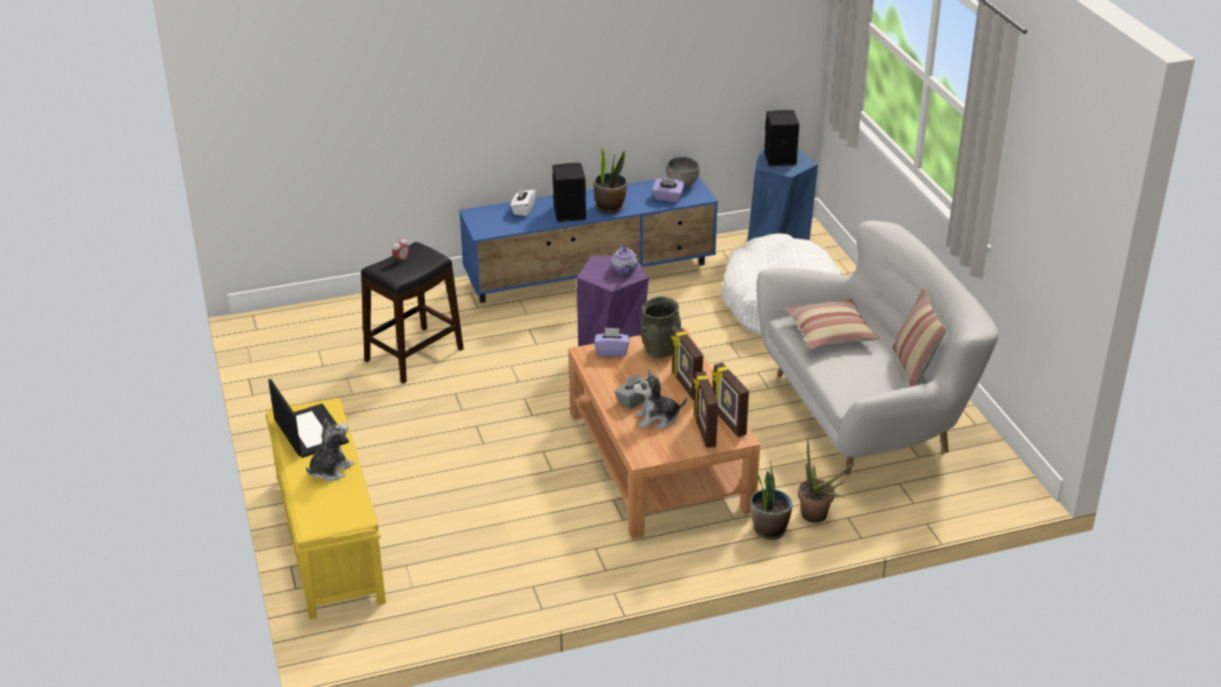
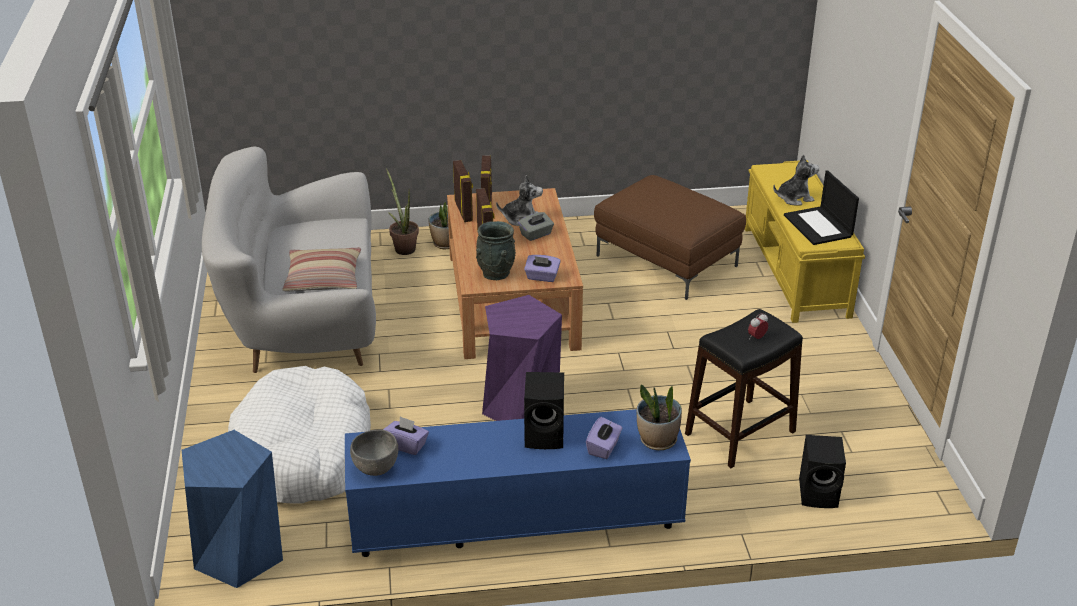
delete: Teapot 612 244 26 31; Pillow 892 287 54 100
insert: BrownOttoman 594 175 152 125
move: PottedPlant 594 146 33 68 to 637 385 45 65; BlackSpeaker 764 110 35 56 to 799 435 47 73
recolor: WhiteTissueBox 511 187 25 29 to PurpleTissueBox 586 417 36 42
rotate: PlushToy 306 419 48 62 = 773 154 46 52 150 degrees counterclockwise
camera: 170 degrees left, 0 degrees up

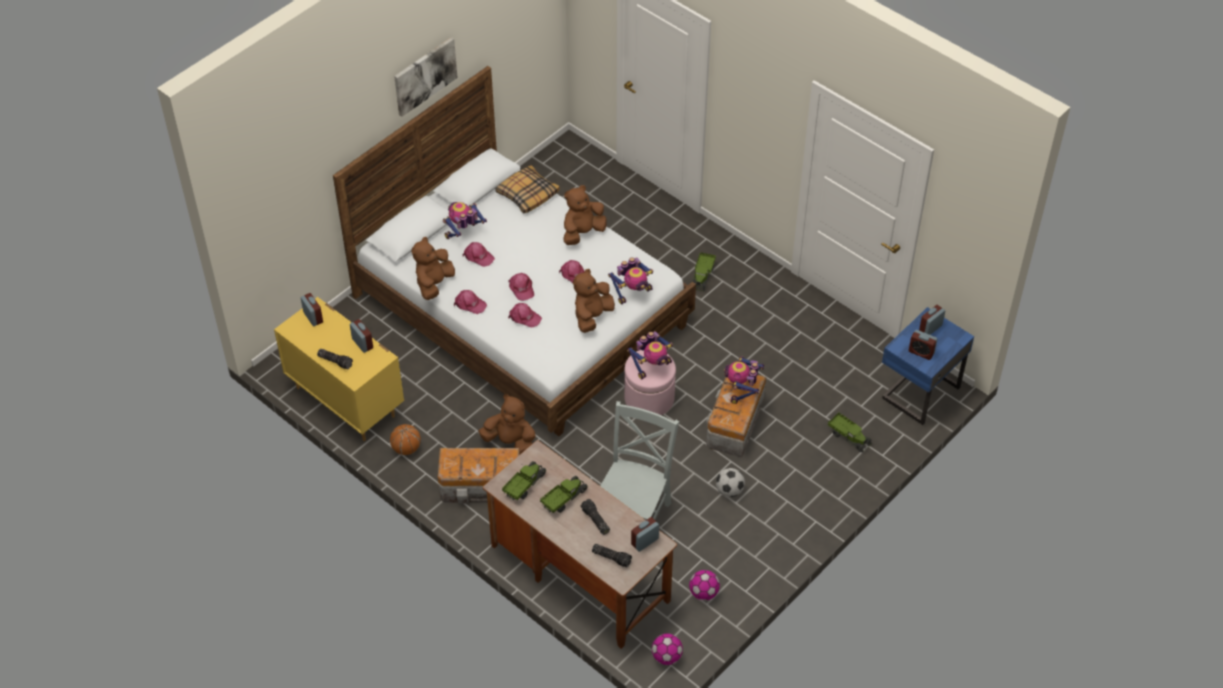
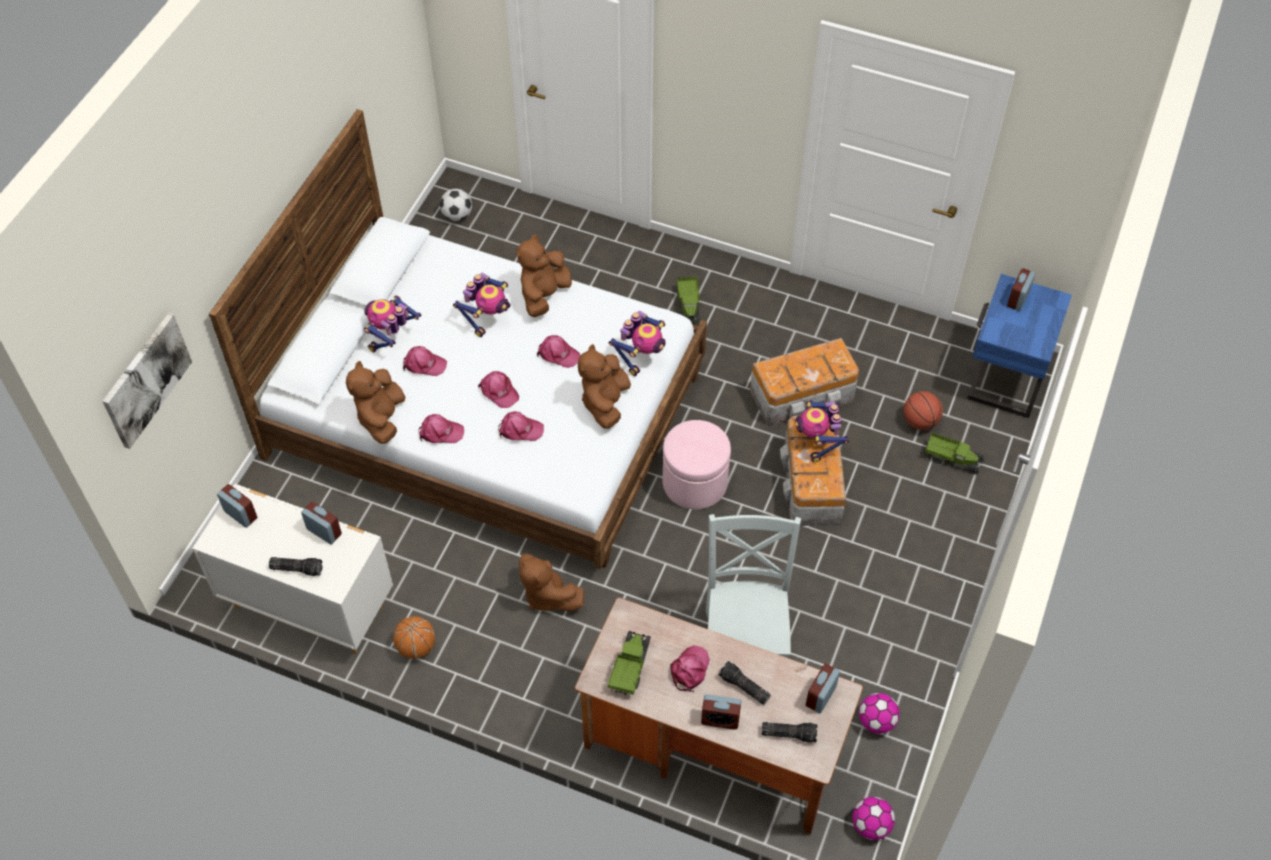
delete: Pillow 495 165 65 49
insert: Basketball 903 391 40 39
move: Picture 394 37 64 80 to 103 313 89 136; Football 716 468 29 29 to 440 189 32 32; ToyRobot 627 331 46 48 to 453 273 58 64; AlarmClock 909 330 28 30 to 701 694 40 36; StorageBox 438 448 82 56 to 750 338 109 88
replace: ToyTruck 540 476 48 37 to PinkCap 670 645 40 47
recolor: YellowDresser 274 297 130 144 to WhiteDresser 192 484 201 170
rotate: BrownPlushToy 478 394 58 60 = 519 553 65 58 135 degrees counterclockwise
camera: 20 degrees left, 5 degrees up

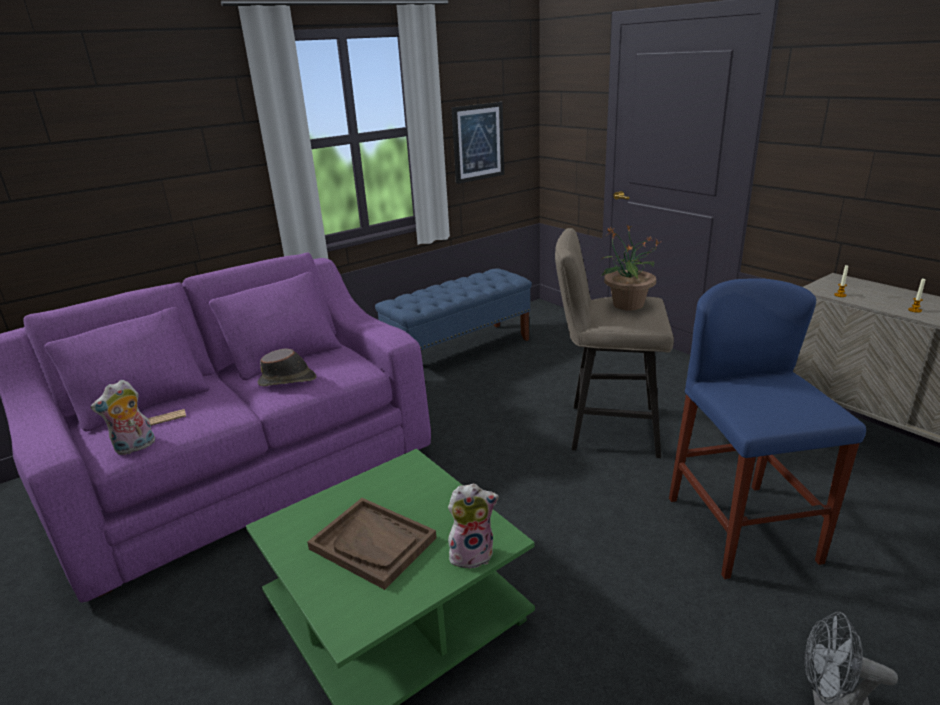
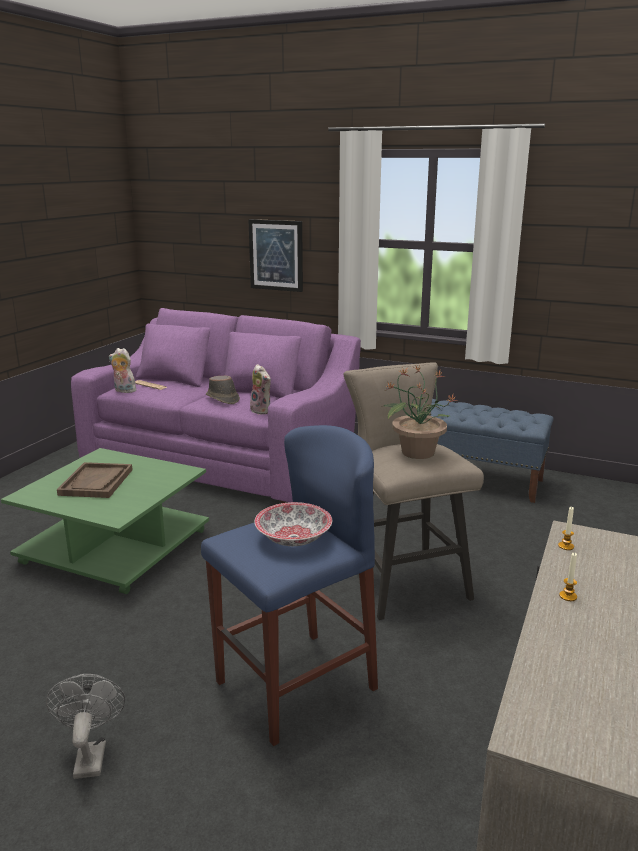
insert: Bowl 254 502 78 44
move: Picture 452 102 52 82 to 248 219 55 73; PlushToy 448 484 51 85 to 250 364 21 51
camera: 60 degrees right, 5 degrees down

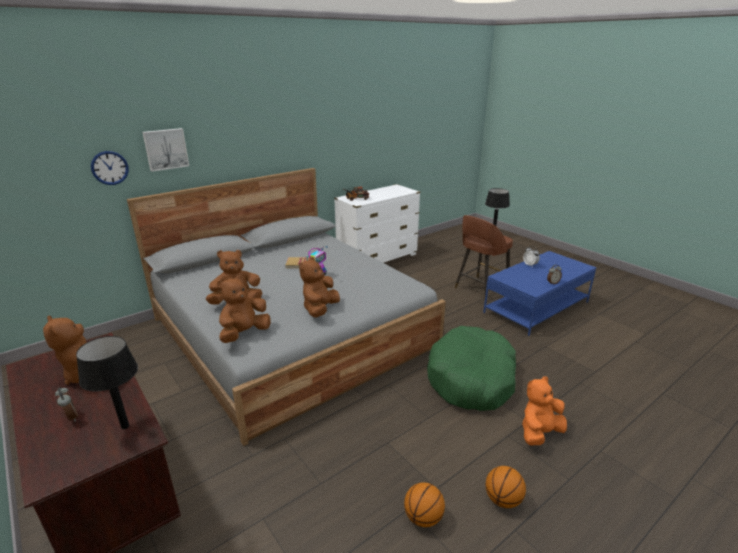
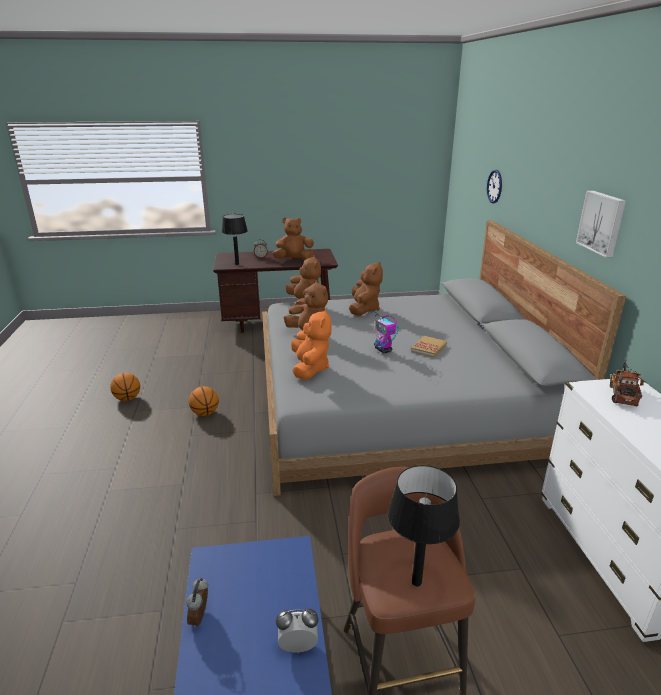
delete: GreenDogBed 427 326 89 85
move: Basketball 485 466 41 42 to 189 386 30 30; OrangePlushToy 522 376 45 69 to 291 308 41 72; Picture 142 128 47 43 to 576 190 50 68
camera: 120 degrees right, 0 degrees up

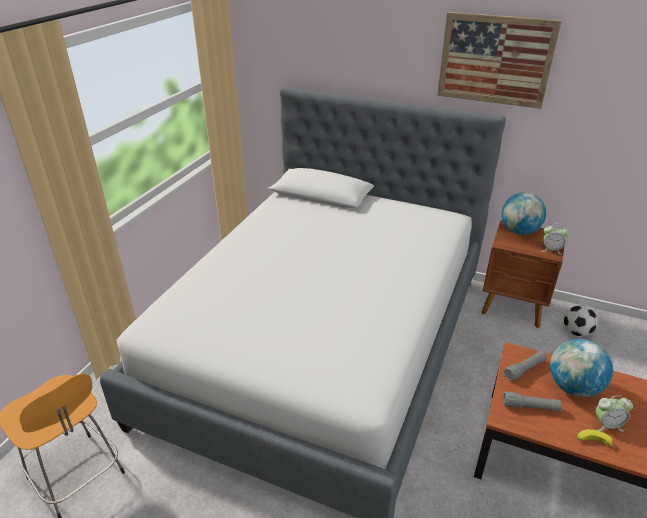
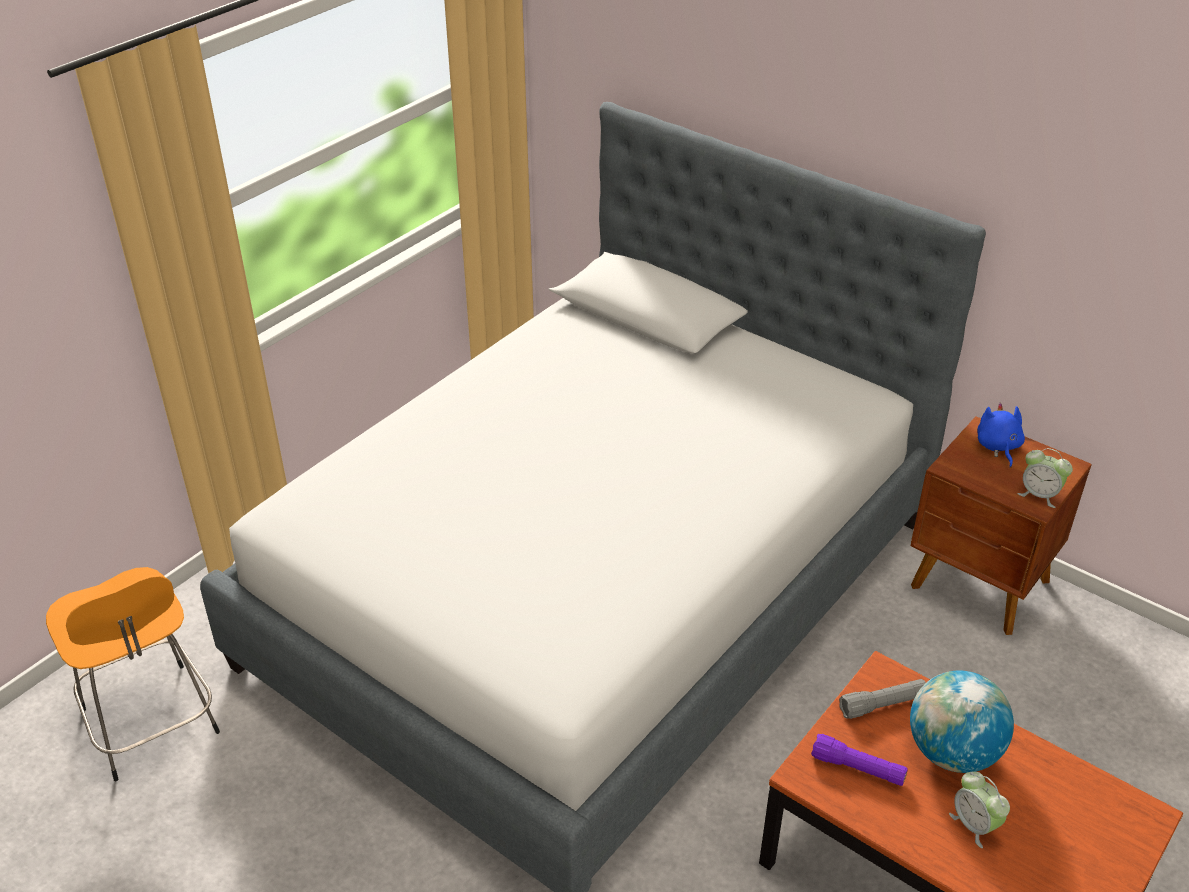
delete: Picture 437 12 125 97; Football 564 305 34 31; Banana 577 429 36 18
replace: Globe 501 192 45 43 to BluePlushToy 977 403 48 65
recolor: GreyFlashlight 503 391 59 21 to PurpleFlashlight 811 734 97 52
rotate: AlarmClock 595 395 38 37 = 949 771 61 77 45 degrees clockwise
camera: 15 degrees right, 5 degrees up

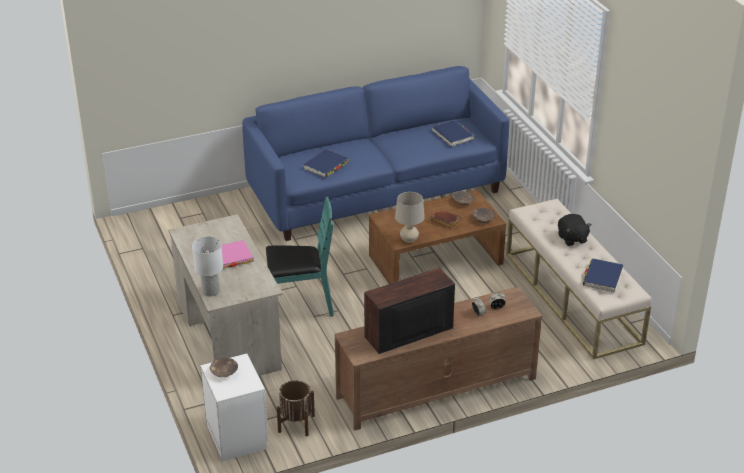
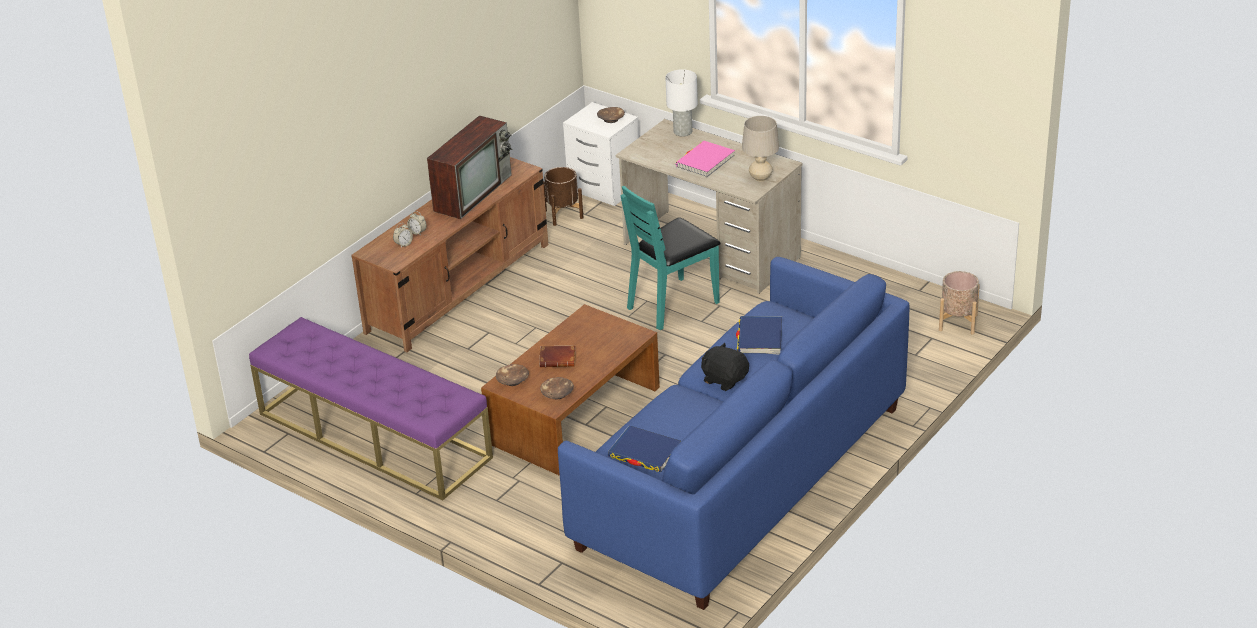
delete: BlueBook 582 258 41 34
insert: BeigePlanter 939 271 41 63
move: BlackPlushToy 558 214 34 32 to 701 343 48 48; BeigeTableLamp 395 192 30 51 to 742 116 37 65
recolor: BeigeBench 506 199 146 160 to PurpleBench 249 317 244 183
camera: 150 degrees right, 0 degrees up

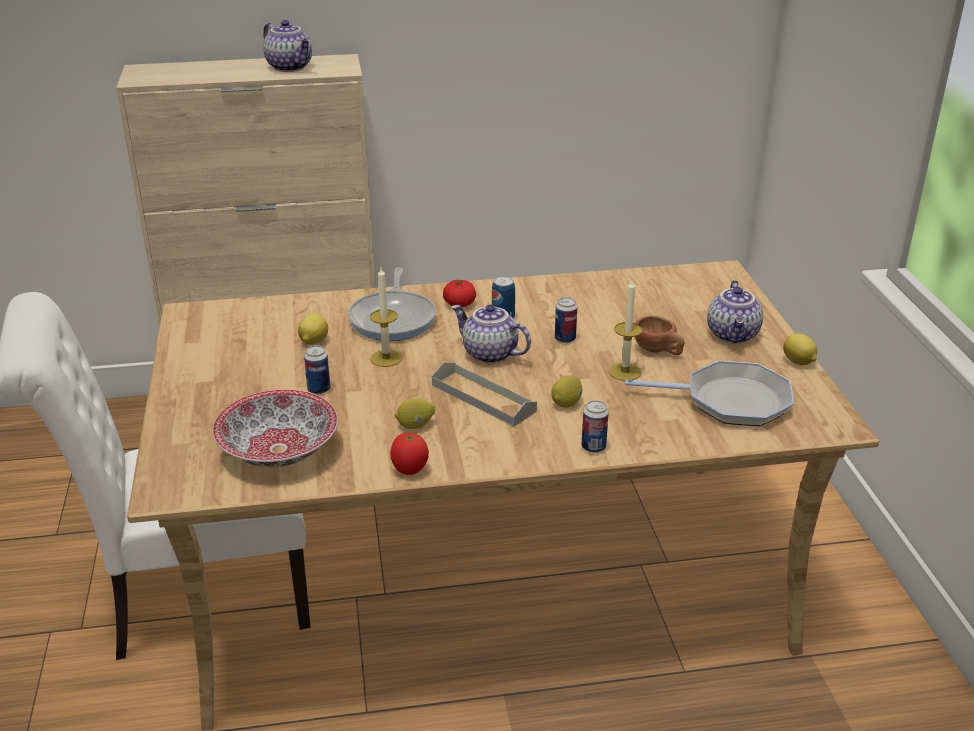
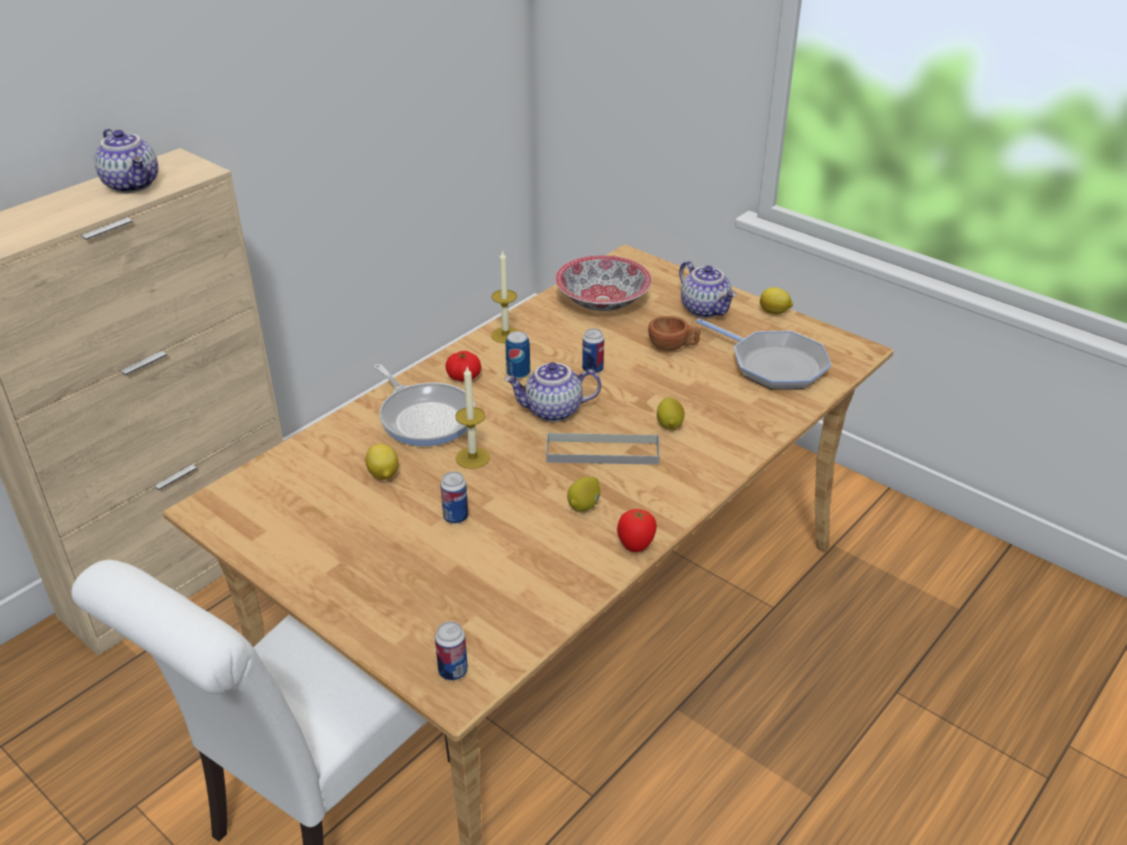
move: Can 581 400 28 53 to 435 621 33 60; Candle 609 280 34 101 to 491 250 27 93; Bowl 212 390 126 77 to 555 255 97 56
rotate: Teapot 263 20 49 52 = 94 129 64 64 45 degrees clockwise; FryingPan 625 361 169 65 = 696 318 135 72 75 degrees clockwise
camera: 40 degrees left, 5 degrees up

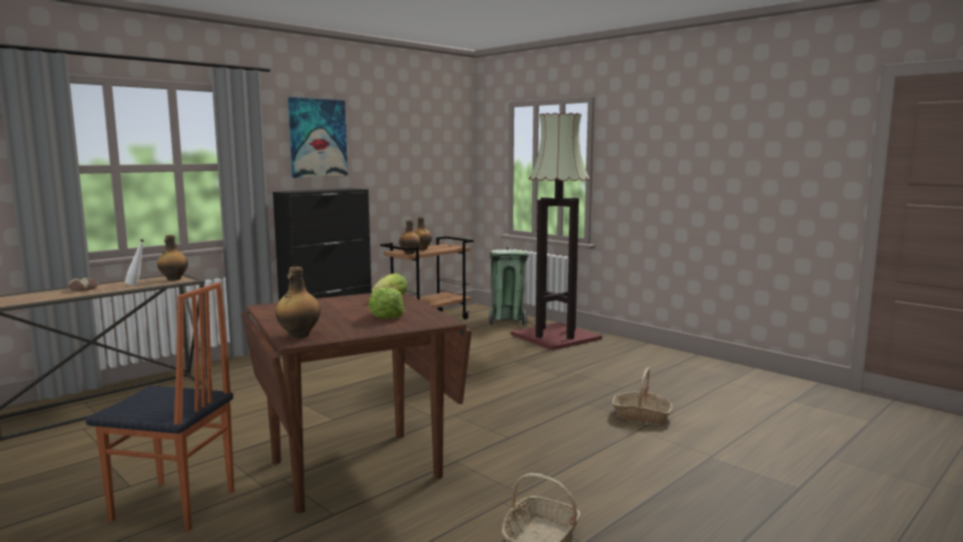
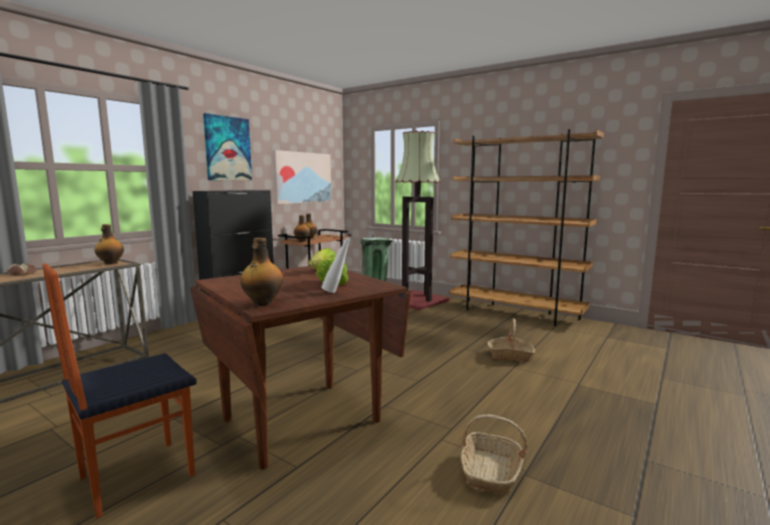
insert: Picture 273 150 58 54; BrownBookcase 449 129 155 197
move: WhiteBottle 125 239 19 46 to 321 233 31 60
rotate: Chair 86 282 148 249 = 42 264 155 254 135 degrees clockwise
camera: 10 degrees left, 0 degrees up

